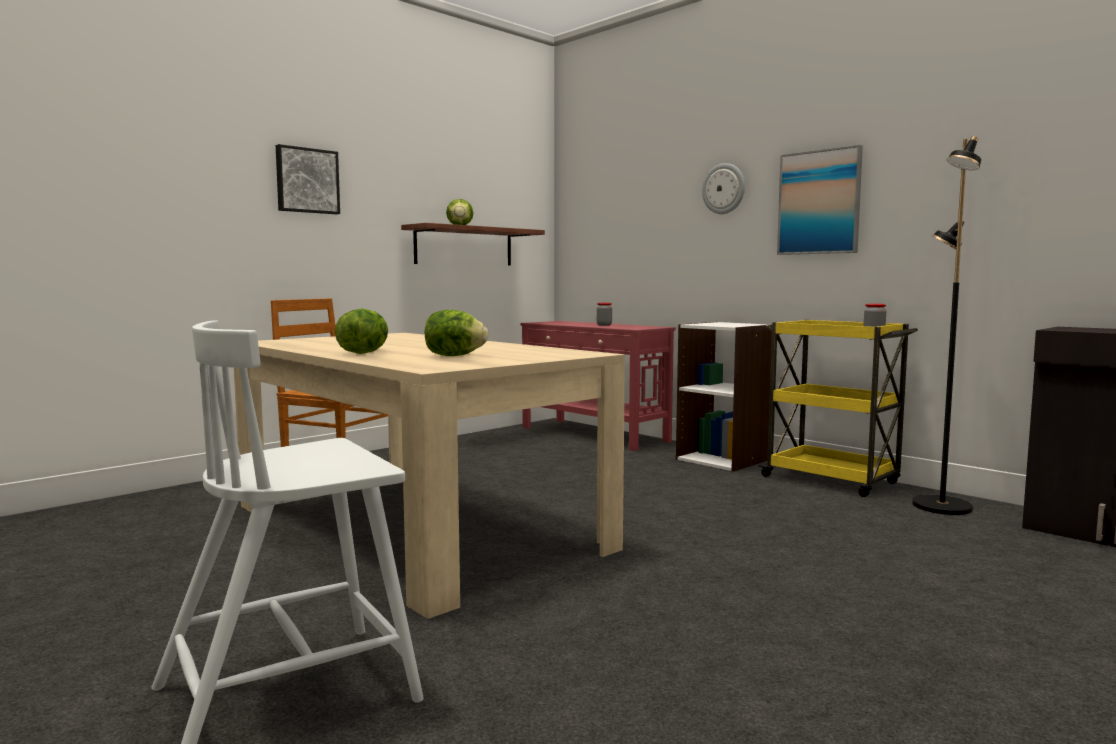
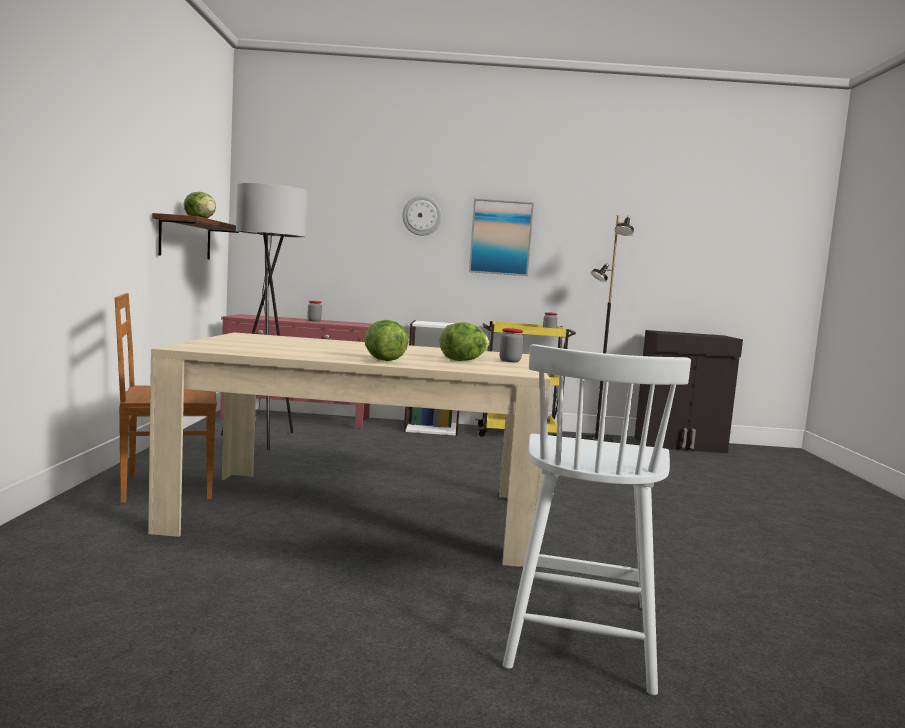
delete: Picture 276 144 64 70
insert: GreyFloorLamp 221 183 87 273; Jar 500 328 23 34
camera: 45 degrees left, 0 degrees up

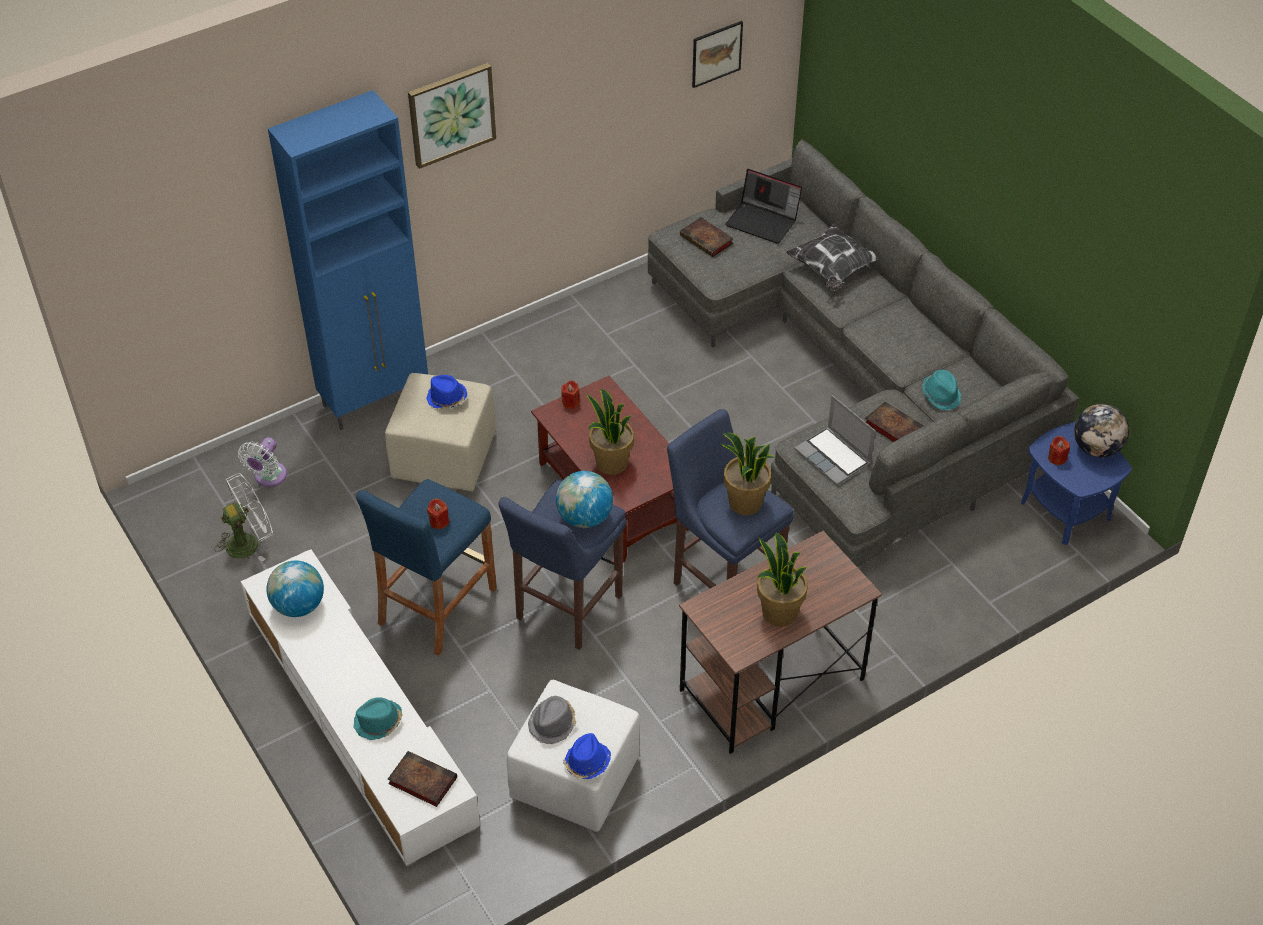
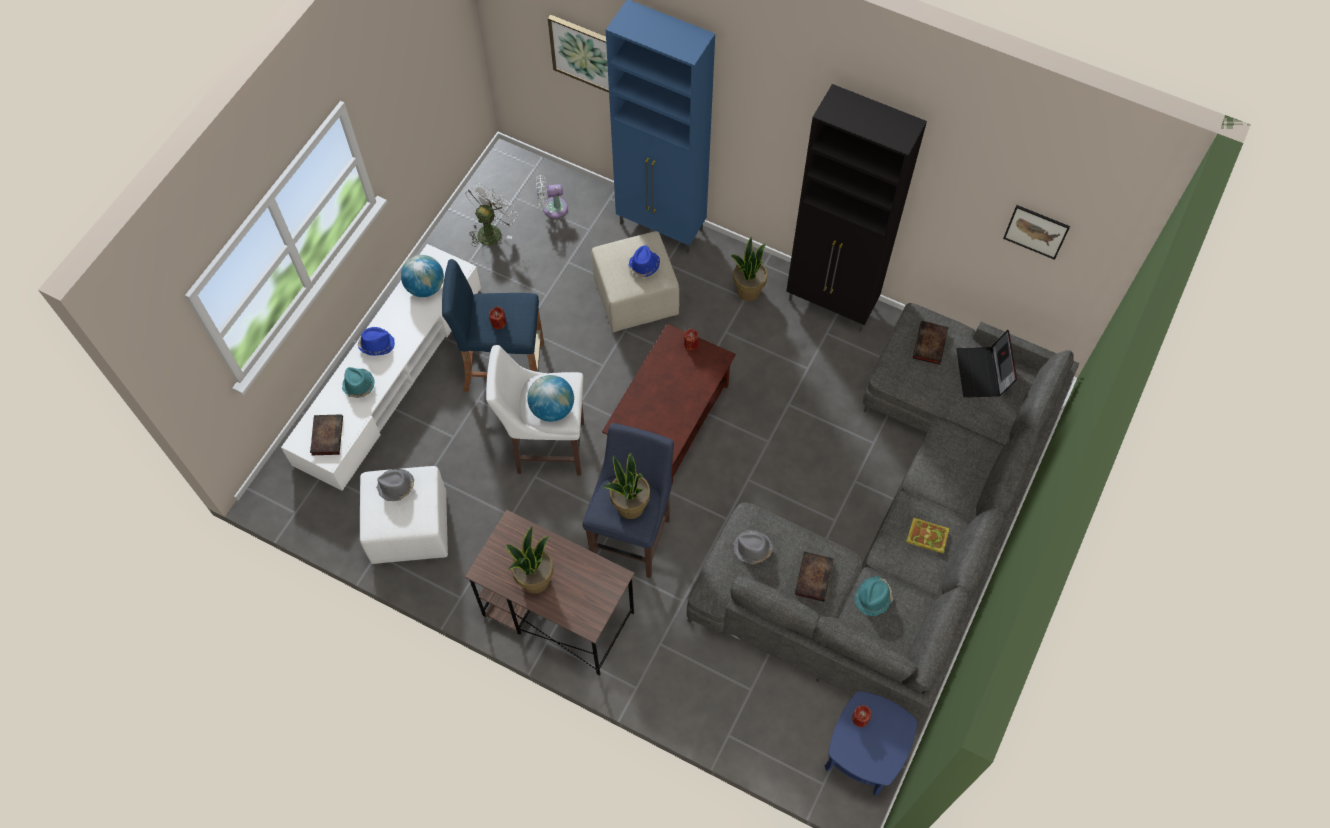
delete: Pillow 785 223 94 68; Globe 1074 404 55 54
insert: BlackCabinet 786 84 141 248; Book 906 518 43 36
move: BlueHat 563 733 48 46 to 358 327 37 29; Picture 408 63 88 106 to 548 15 61 78; PottedPlant 586 389 48 86 to 730 237 38 64
replace: Laptop 795 395 81 90 to GreyHat 733 530 40 35
recolor: BlueStool 498 480 129 170 to WhiteStool 486 345 98 131
rotate: WhiteFan 214 473 59 89 = 465 183 53 64 90 degrees counterclockwise
camera: 60 degrees right, 15 degrees up

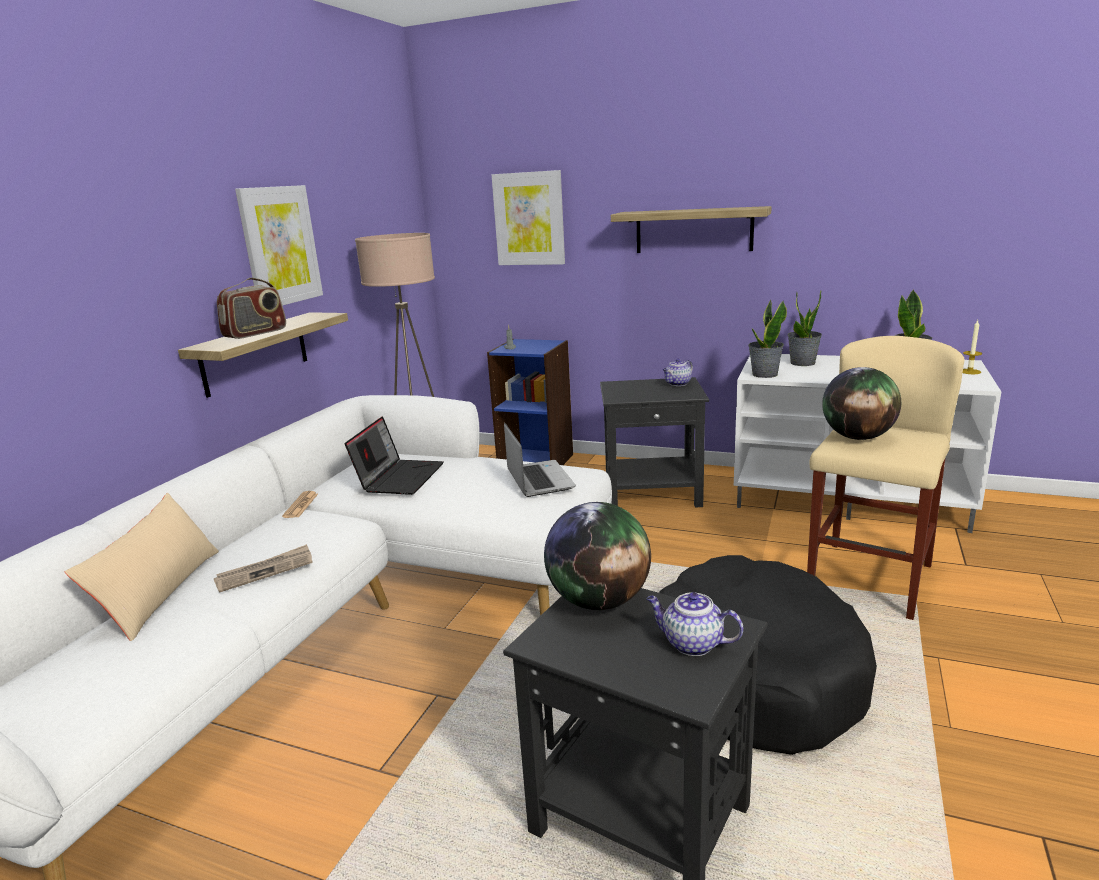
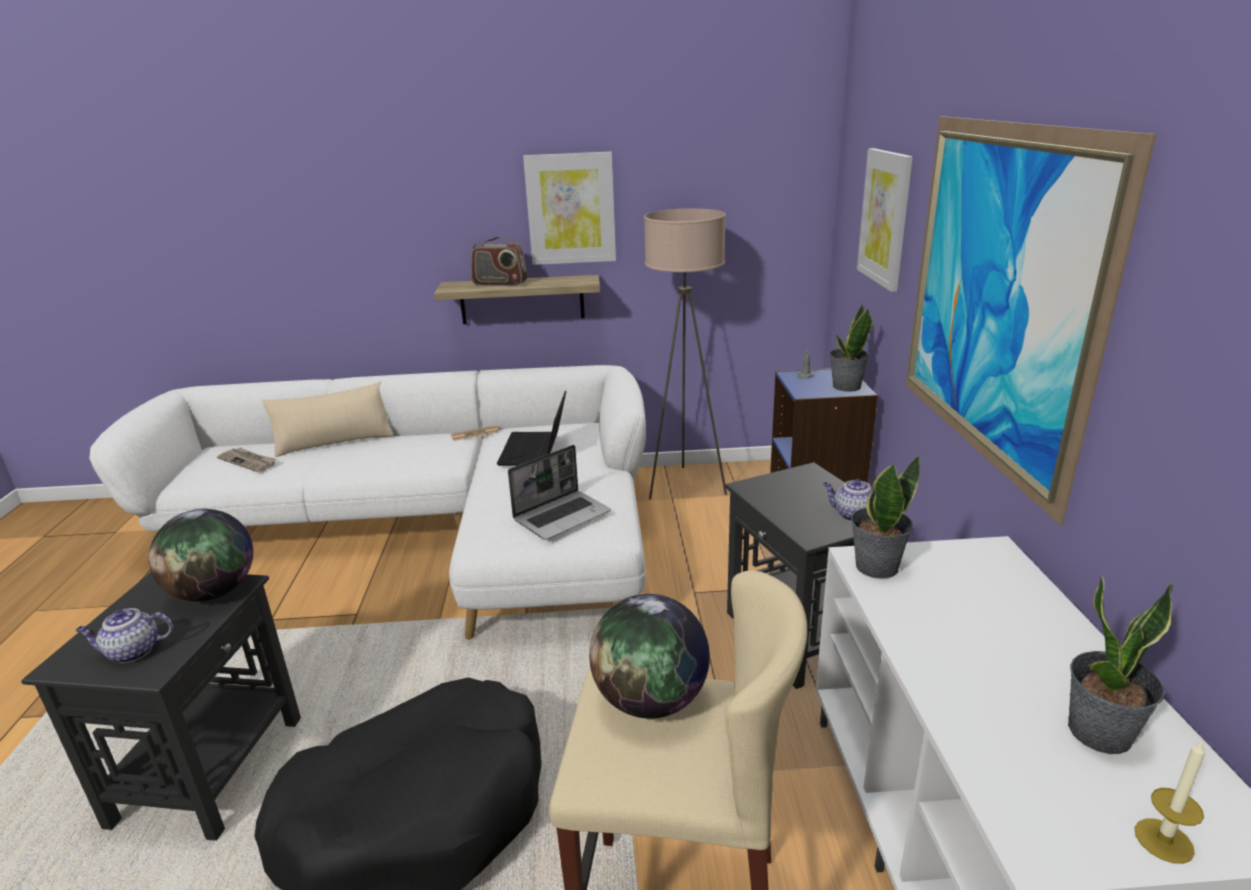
move: Newspaper 214 544 99 49 to 217 448 59 24; PottedPlant 788 291 34 75 to 829 304 44 88
replace: Shelf 611 206 161 47 to Picture 906 116 250 409
rotate: Teapot 646 592 97 64 = 75 608 98 55 105 degrees counterclockwise; Laptop 345 416 99 79 = 497 391 69 75 105 degrees clockwise
camera: 65 degrees right, 5 degrees up

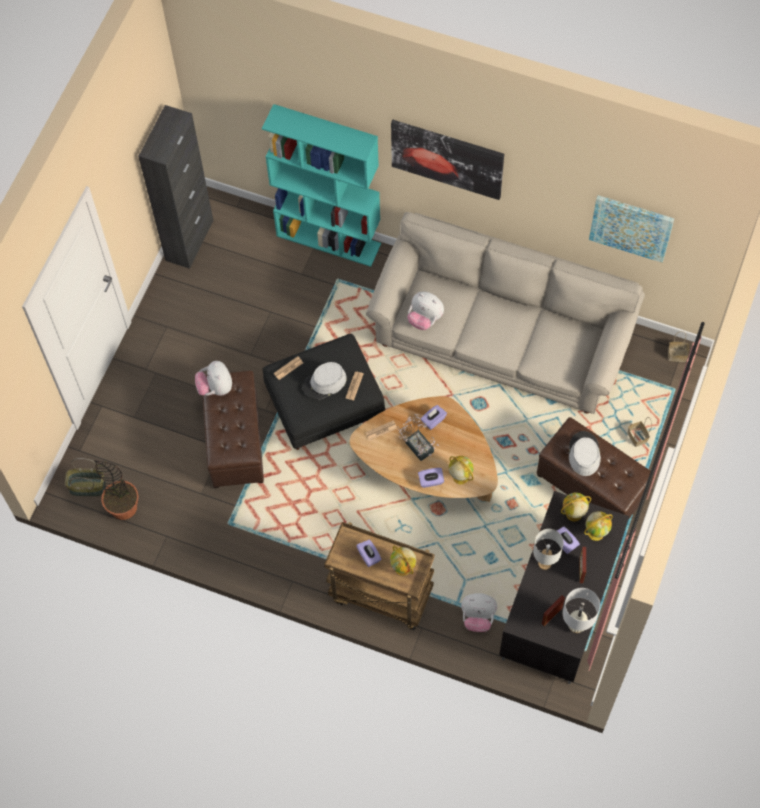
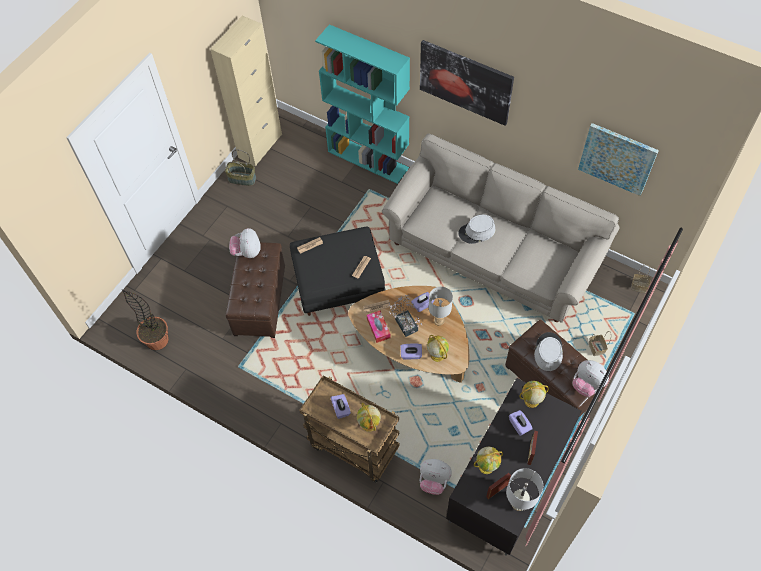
insert: TissueBox 367 310 23 33
move: Basket 65 458 41 38 to 225 150 31 36; GreyTableLamp 533 529 31 41 to 429 286 24 40; GreyHat 303 362 44 38 to 458 215 37 29; Globe 584 511 29 30 to 474 447 29 27; PlushToy 407 292 37 38 to 573 360 36 37
recolor: BlackCabinet 138 105 75 164 to BeigeCabinet 210 16 72 150
camera: 10 degrees right, 5 degrees down

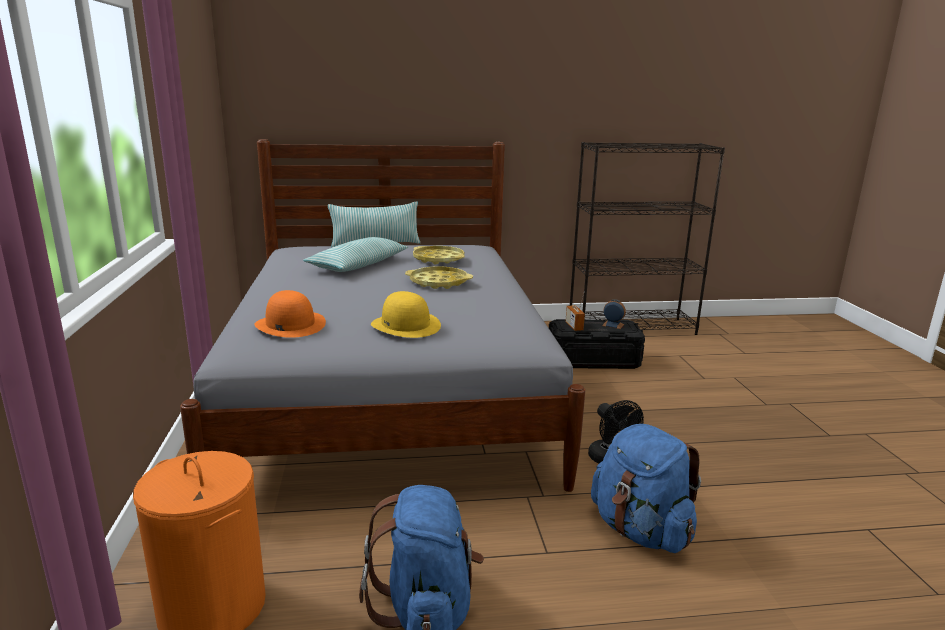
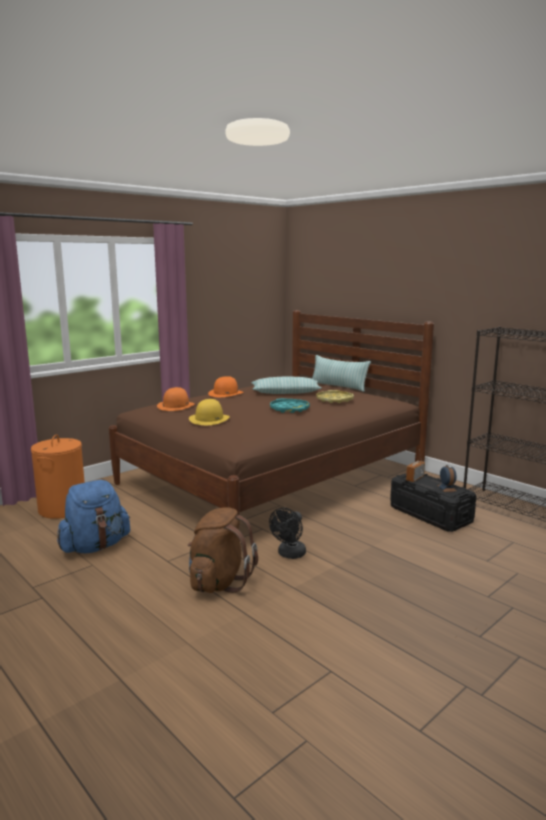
insert: OrangeHat 208 376 35 21
recolor: GreyBed 180 139 405 353 to BrownBed 109 310 325 205; BlueBackpack 591 424 110 129 to BrownBackpack 188 508 70 85; YellowTray 405 266 68 23 to TurquoiseTray 270 398 40 15
camera: 55 degrees right, 5 degrees down

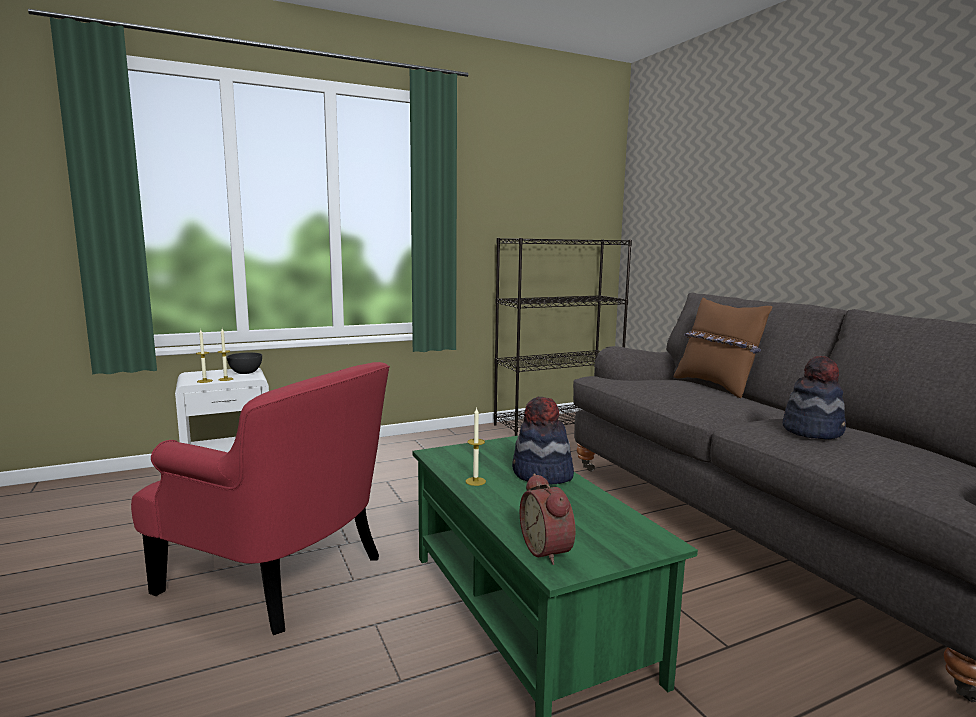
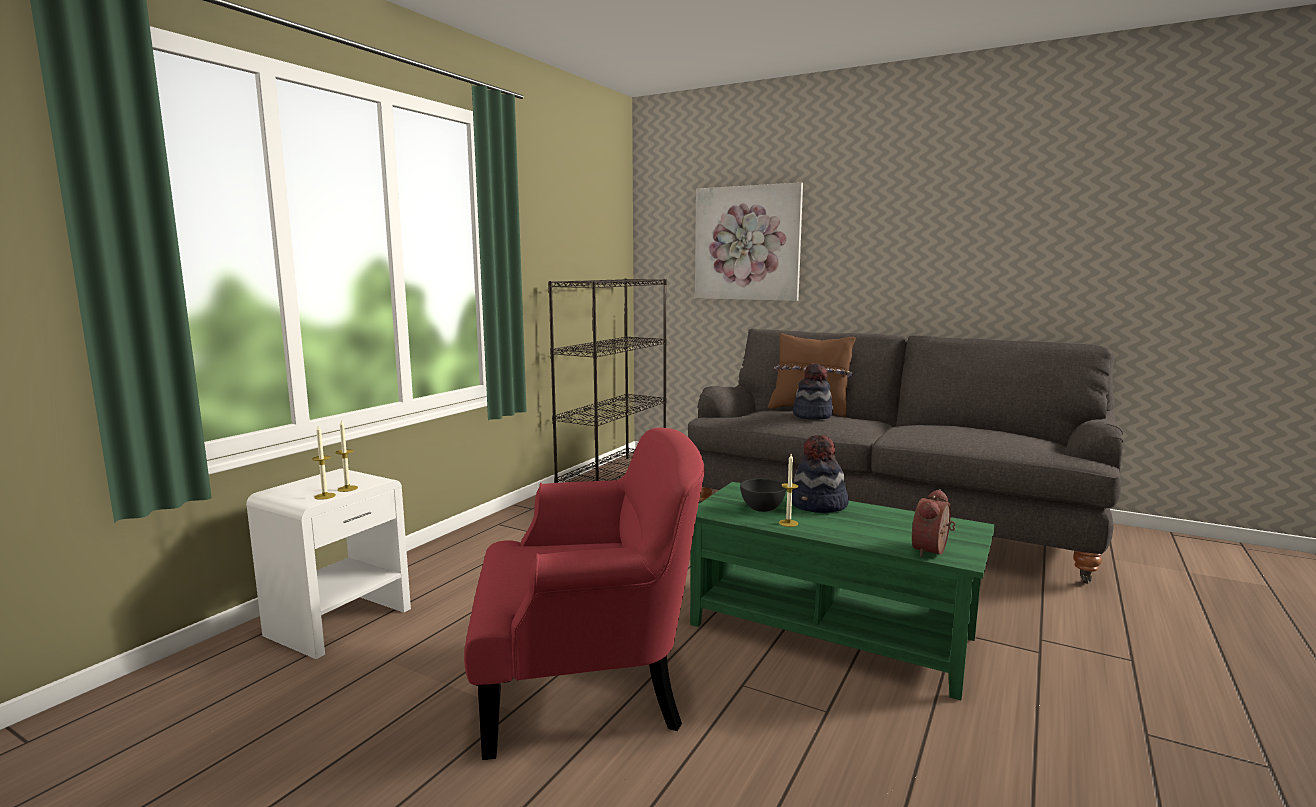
insert: Picture 695 182 108 119
move: GreyBowl 227 353 35 21 to 740 479 46 33; Hat 782 356 64 83 to 793 363 40 57
rotate: AlarmClock 520 473 56 92 = 912 489 44 68 90 degrees clockwise
camera: 35 degrees left, 0 degrees up

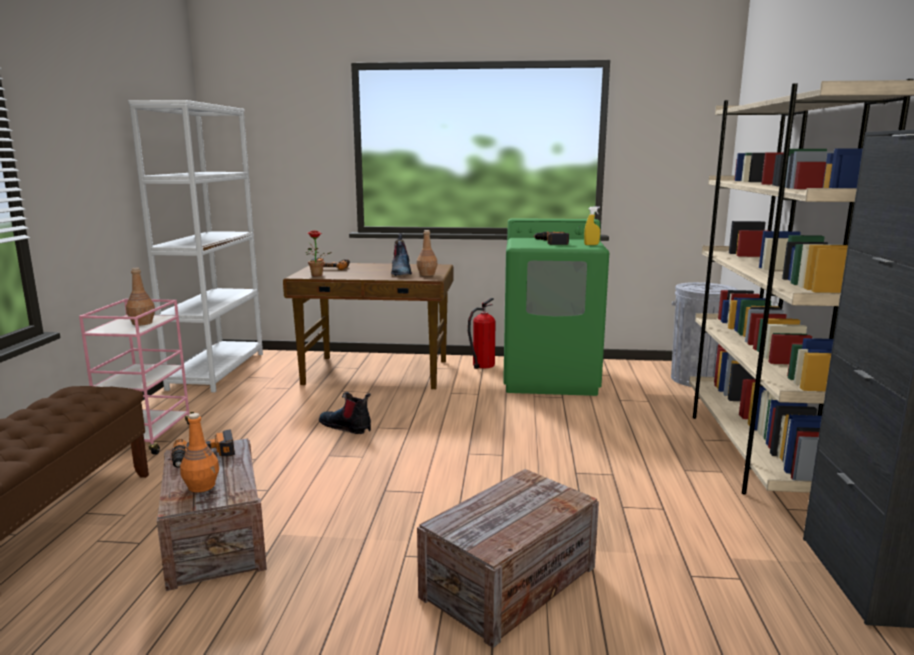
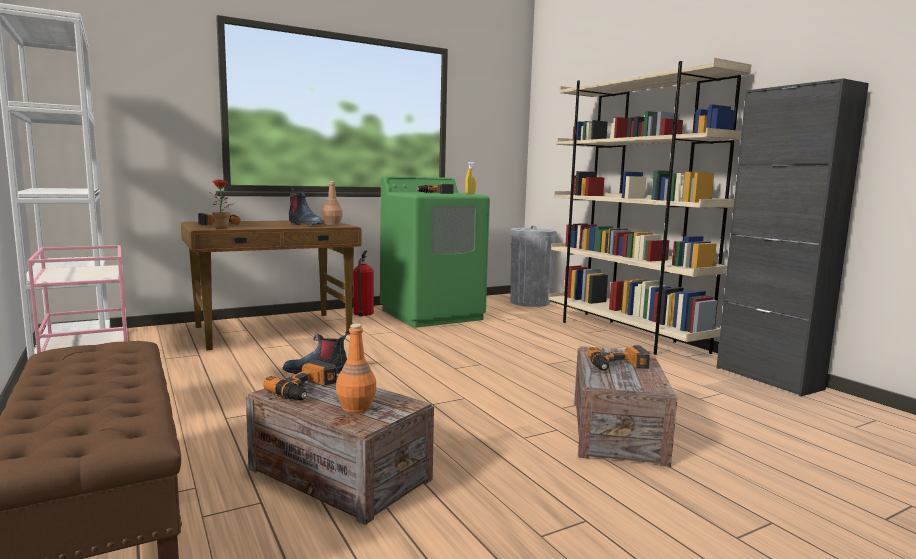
delete: BrownBottle 126 268 29 58
insert: PowerDrill 587 345 63 26
camera: 35 degrees left, 5 degrees down

